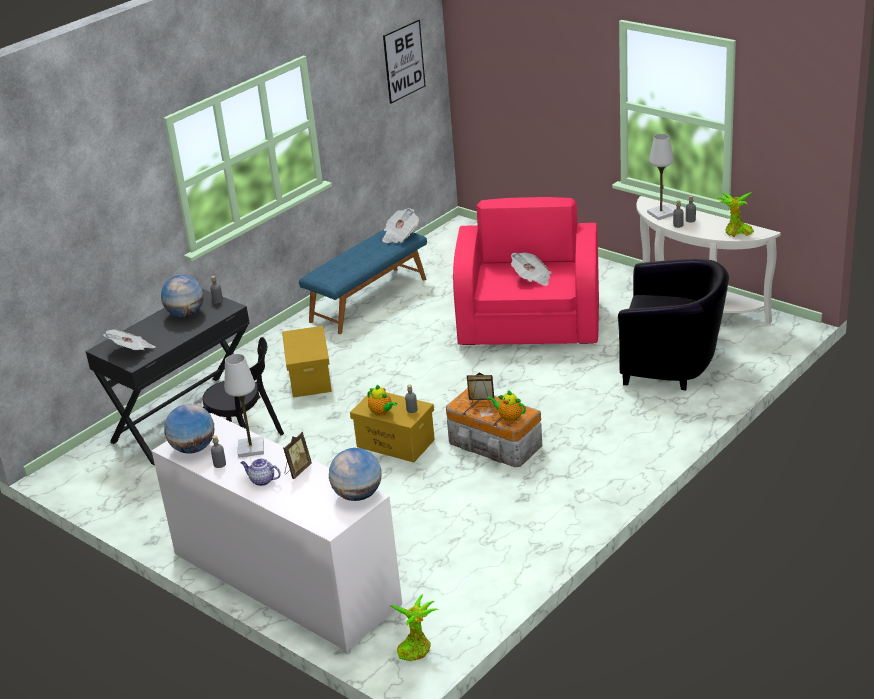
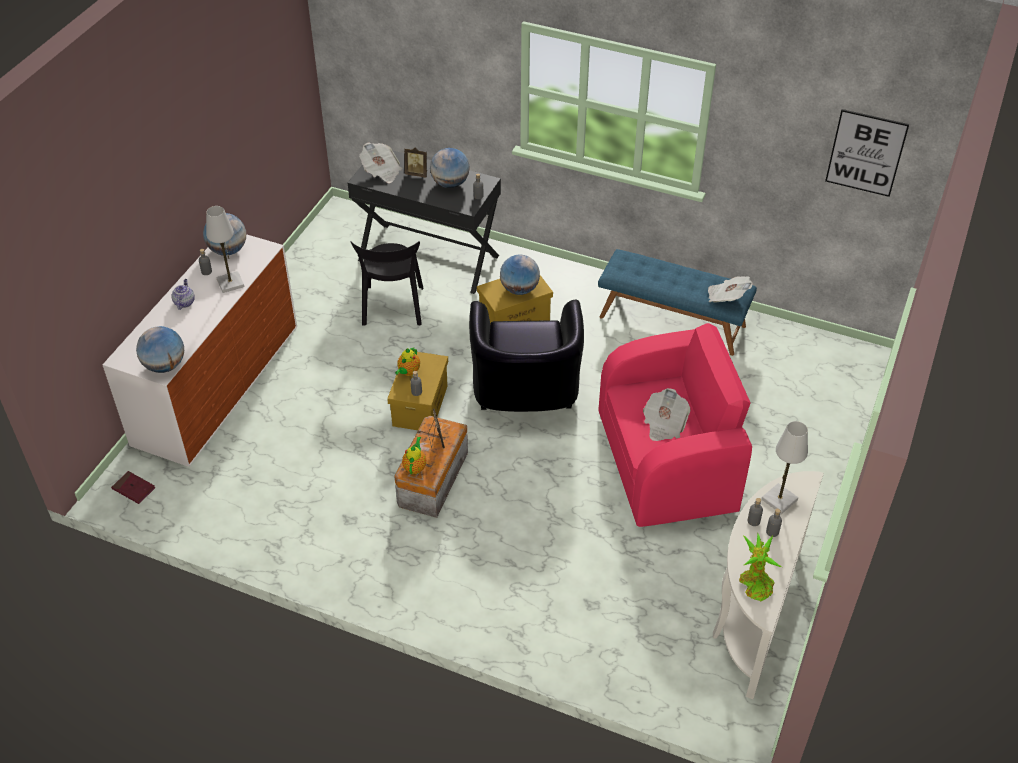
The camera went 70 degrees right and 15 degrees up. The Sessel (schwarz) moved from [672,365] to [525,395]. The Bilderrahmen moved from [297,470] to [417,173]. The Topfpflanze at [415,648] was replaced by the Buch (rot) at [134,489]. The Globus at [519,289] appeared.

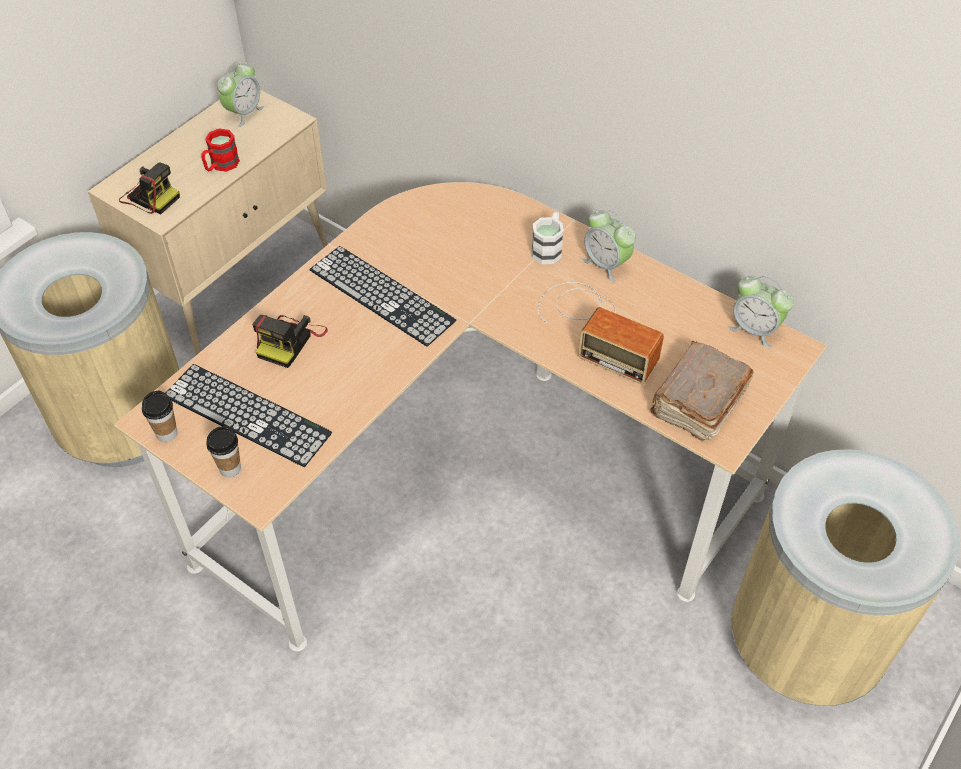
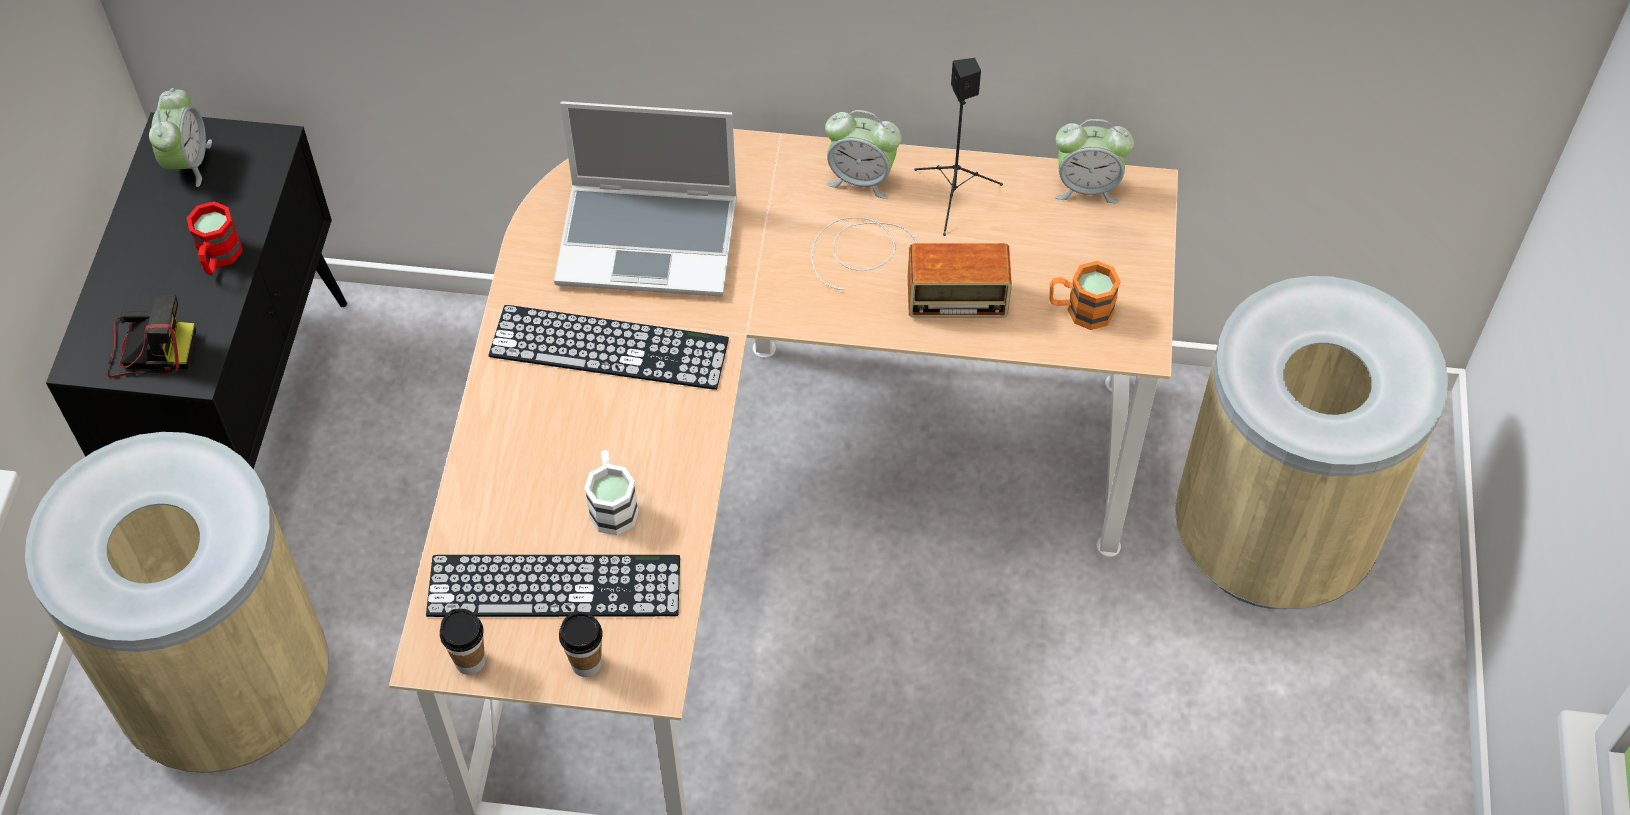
The camera went 30 degrees left and 5 degrees up. The Schrank (beige) at [239,284] became the Schrank (schwarz) at [247,413]. The Henkelbecher (weiß) moved from [548,248] to [612,504]. The Kamera at [290,341] disappeared. The Buch (braun) at [697,402] was replaced by the Henkelbecher (orange) at [1080,310]. The Lautsprecher (schwarz) at [954,197] appeared. The Laptop at [650,240] appeared.

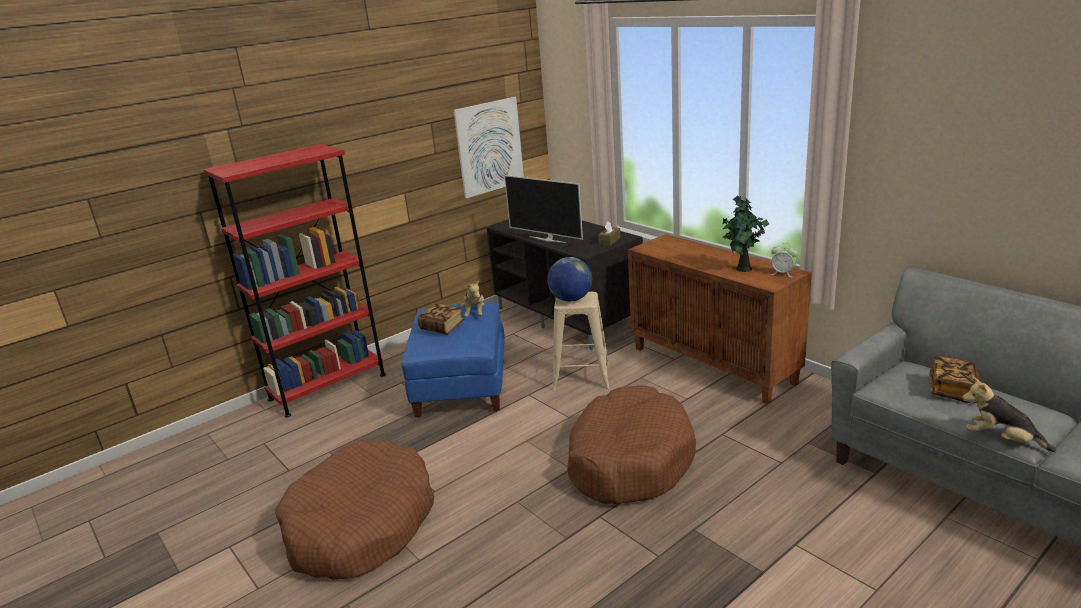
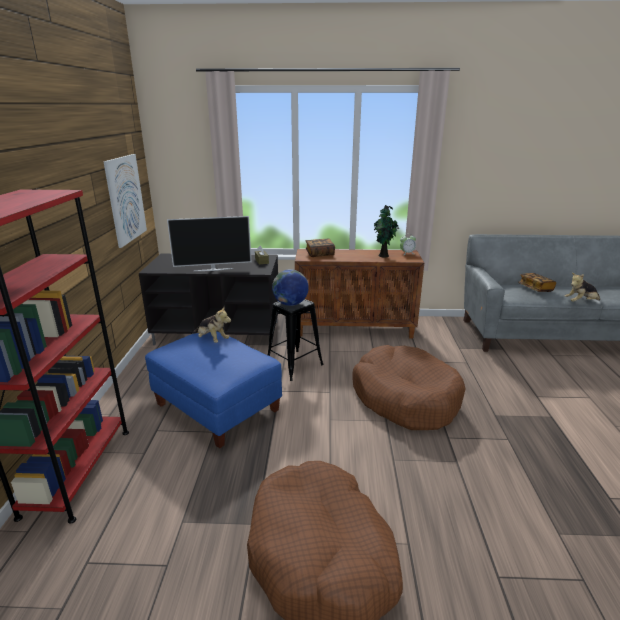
The camera went 50 degrees left and 0 degrees up. The Hocker (beige) at [581,377] became the Hocker (schwarz) at [294,365]. The Buch moved from [442,327] to [320,254].

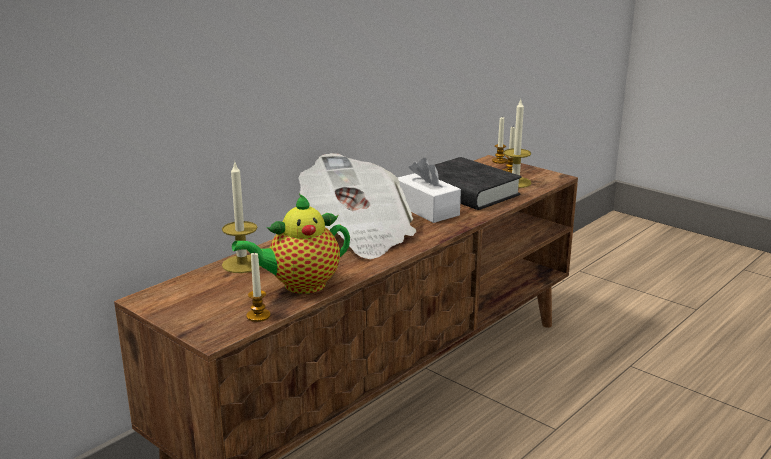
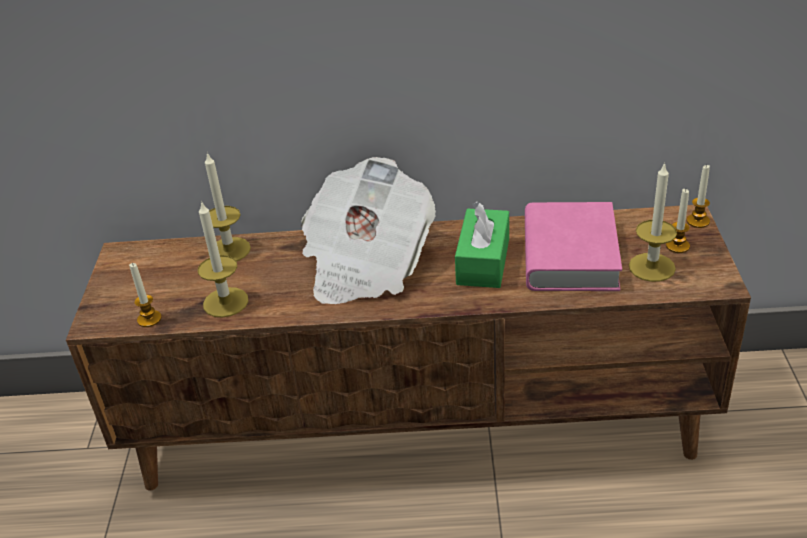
The camera went 50 degrees right and 15 degrees up. The Buch (schwarz) at [467,192] became the Buch (rosa) at [569,255]. The Taschentuchbox (weiß) at [426,209] became the Taschentuchbox (grün) at [483,261]. The Teekanne at [300,285] was replaced by the Kerze at [225,302].

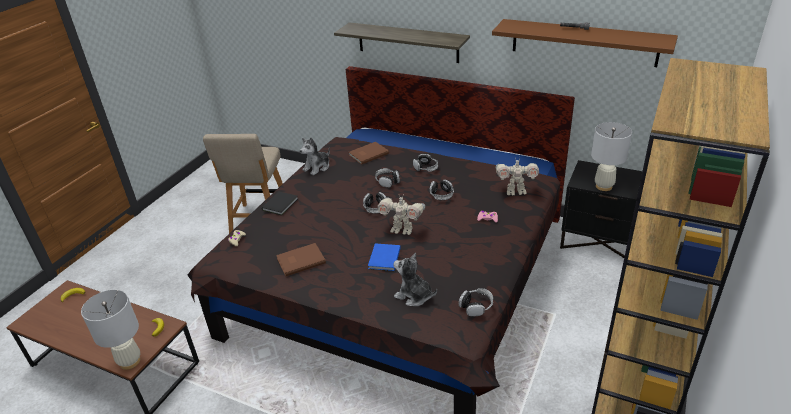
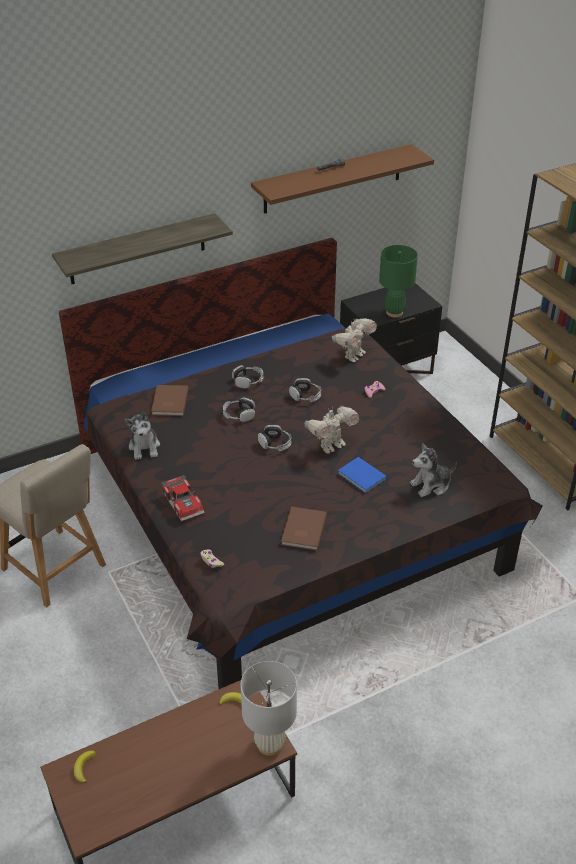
The camera went 55 degrees left and 5 degrees up. The Tischlampe (weiß) at [604,186] became the Tischlampe (grün) at [394,312]. The Buch (schwarz) at [281,204] was replaced by the Spielzeugauto at [184,502]. The Kopfhörer at [476,306] disappeared.

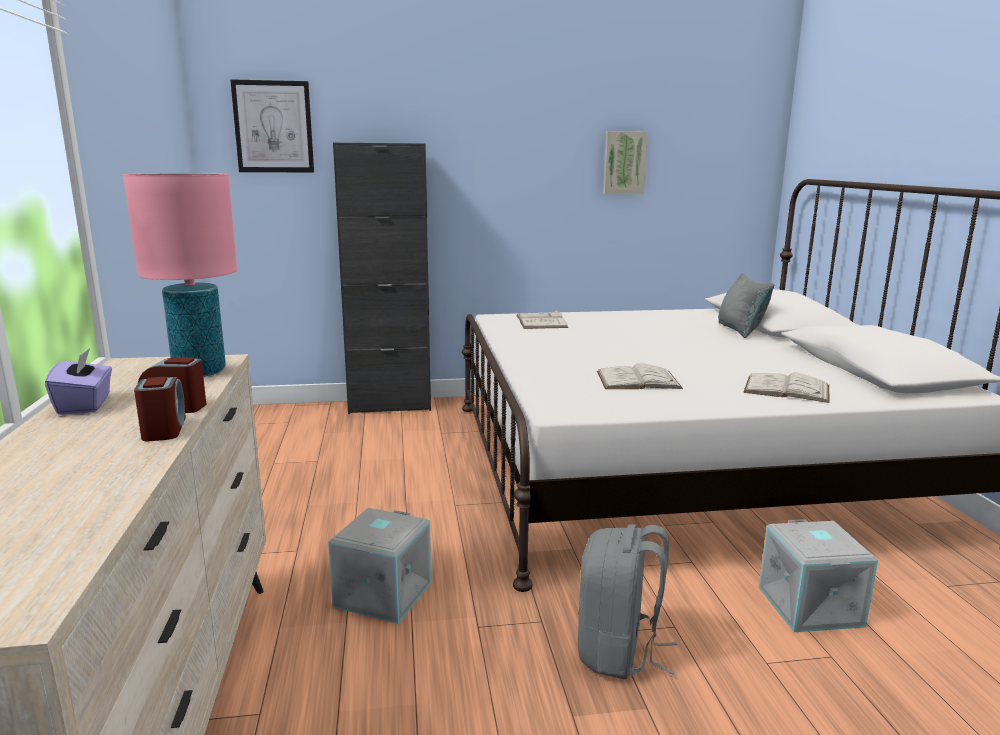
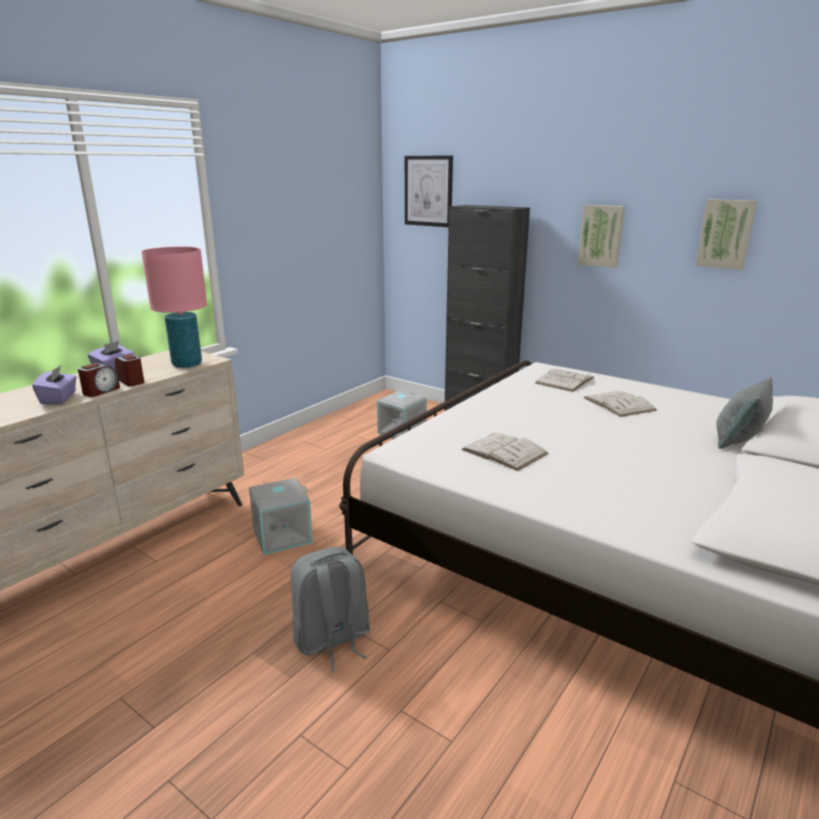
The camera went 45 degrees right and 5 degrees up. The Buch (weiß) moved from [786,389] to [619,404]. The Aufbewahrungsbox (grau) moved from [812,607] to [402,432]. The Bild at [601,235] appeared. The Taschentuchbox (lila) at [59,398] appeared.

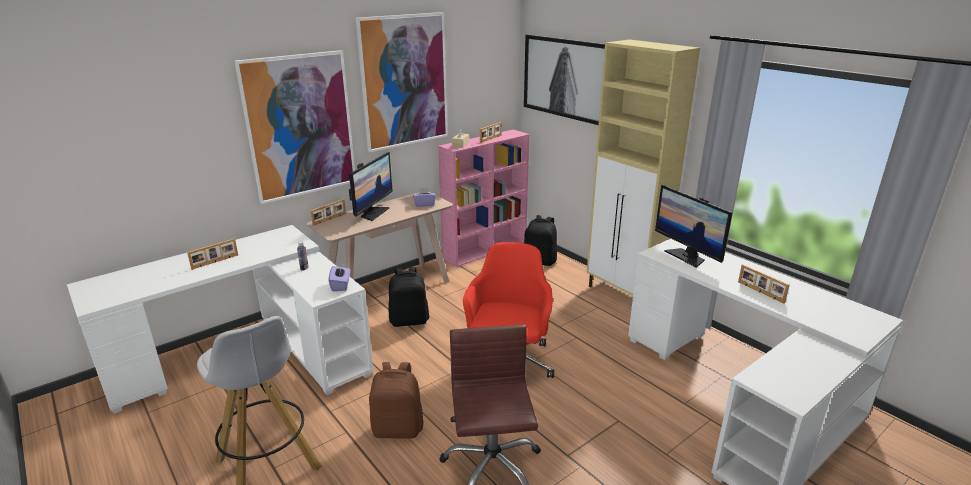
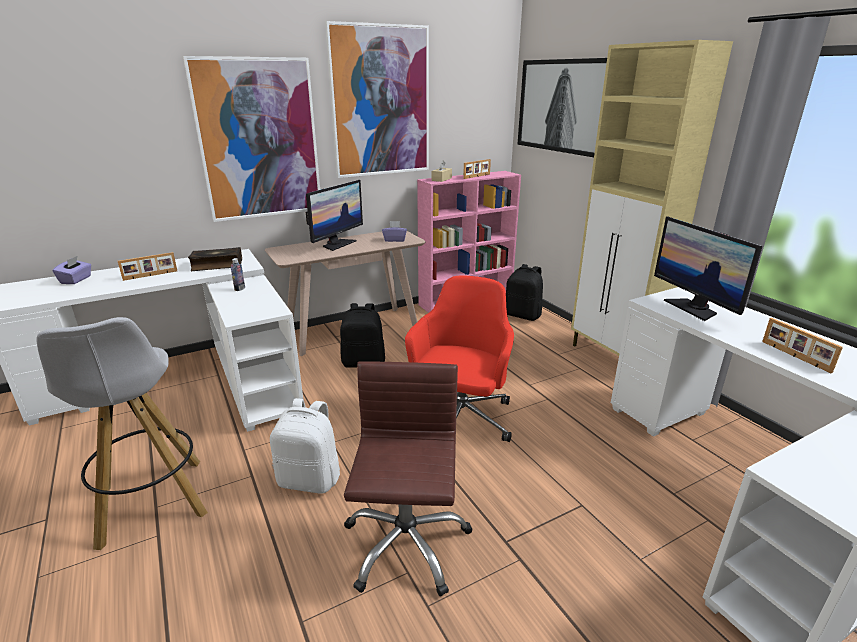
The camera went 10 degrees right and 0 degrees up. The Bilderrahmen at [330,219] disappeared. The Taschentuchbox (lila) moved from [341,285] to [76,280]. The Rucksack (braun) at [398,428] became the Rucksack (weiß) at [310,479]. The Buch at [217,265] appeared.

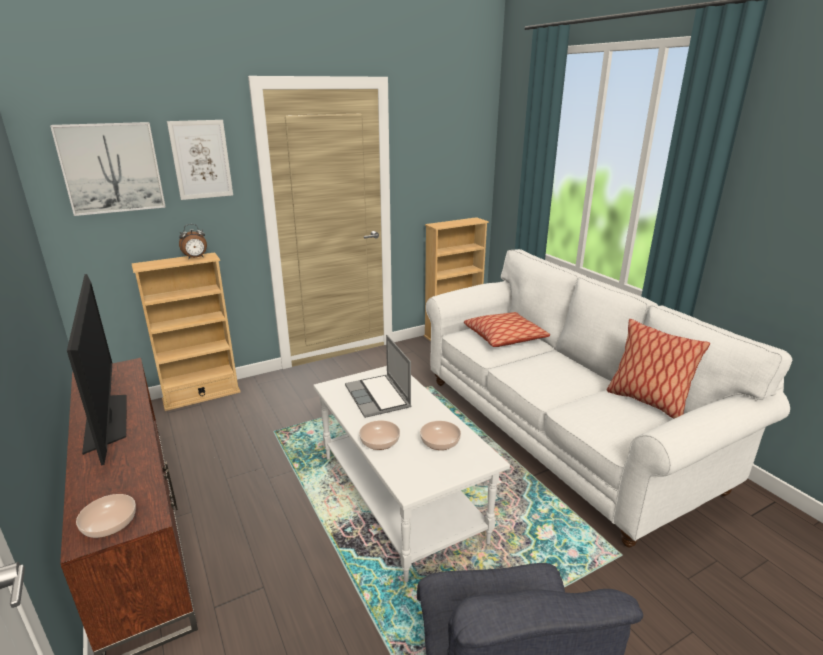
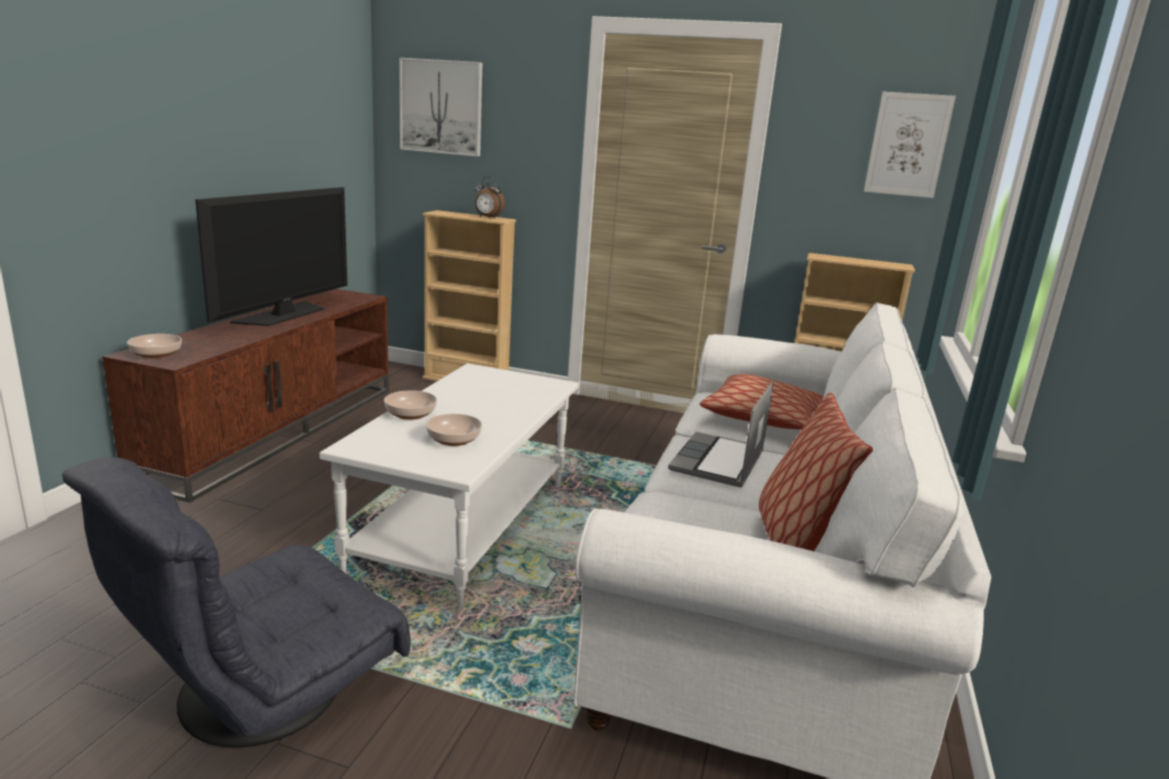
The camera went 45 degrees right and 5 degrees down. The Bild moved from [201,160] to [908,145]. The Laptop moved from [379,397] to [718,463].

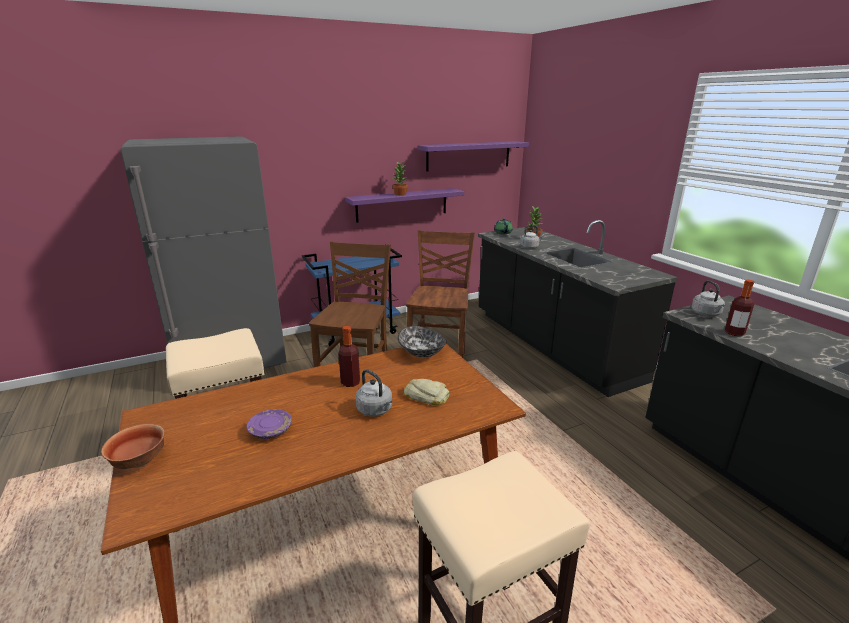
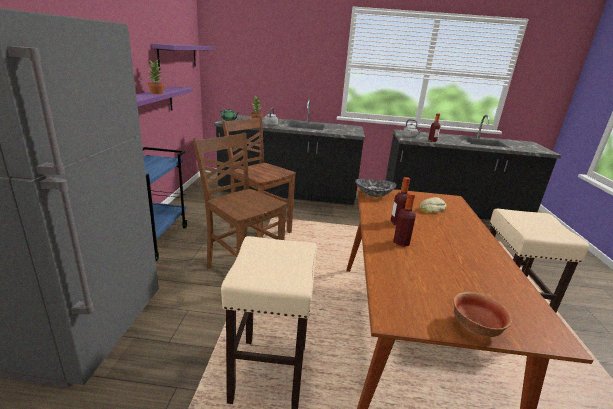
The camera went 60 degrees left and 0 degrees up. The Wasserkessel (grau) at [376,410] disappeared. The Teller (lila) at [271,430] disappeared. The Flasche at [401,243] appeared.

